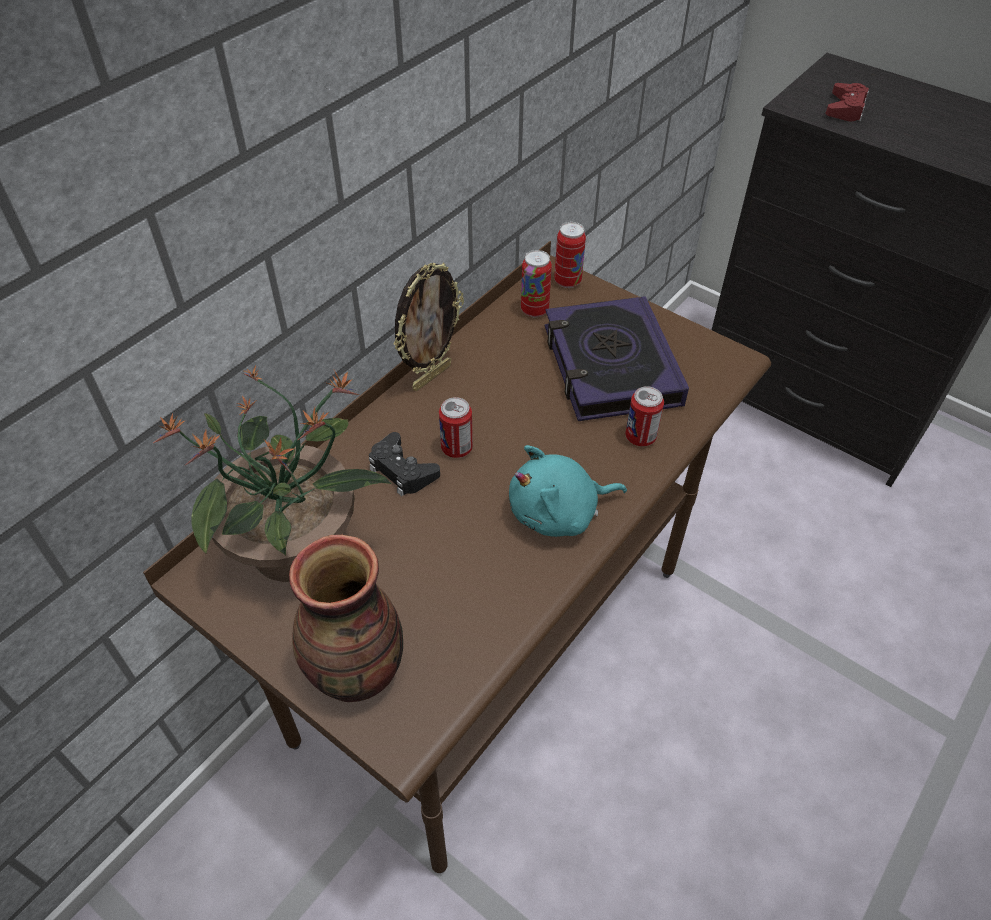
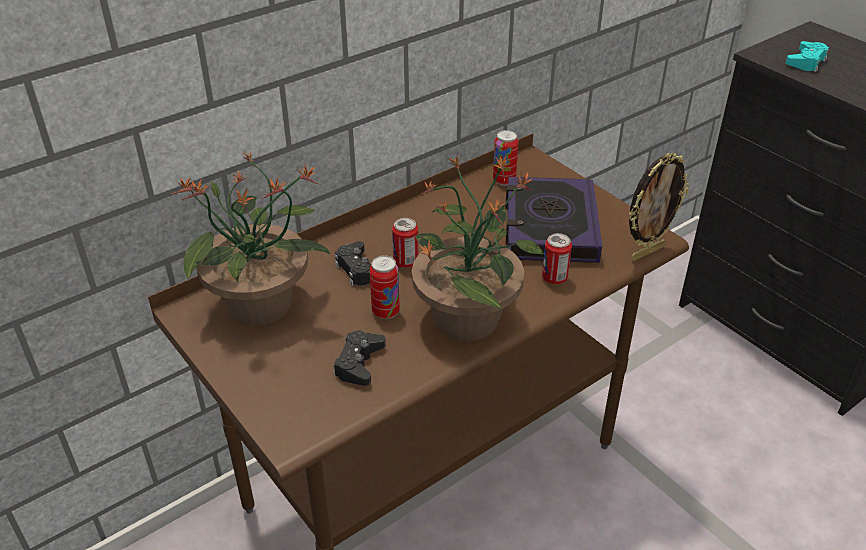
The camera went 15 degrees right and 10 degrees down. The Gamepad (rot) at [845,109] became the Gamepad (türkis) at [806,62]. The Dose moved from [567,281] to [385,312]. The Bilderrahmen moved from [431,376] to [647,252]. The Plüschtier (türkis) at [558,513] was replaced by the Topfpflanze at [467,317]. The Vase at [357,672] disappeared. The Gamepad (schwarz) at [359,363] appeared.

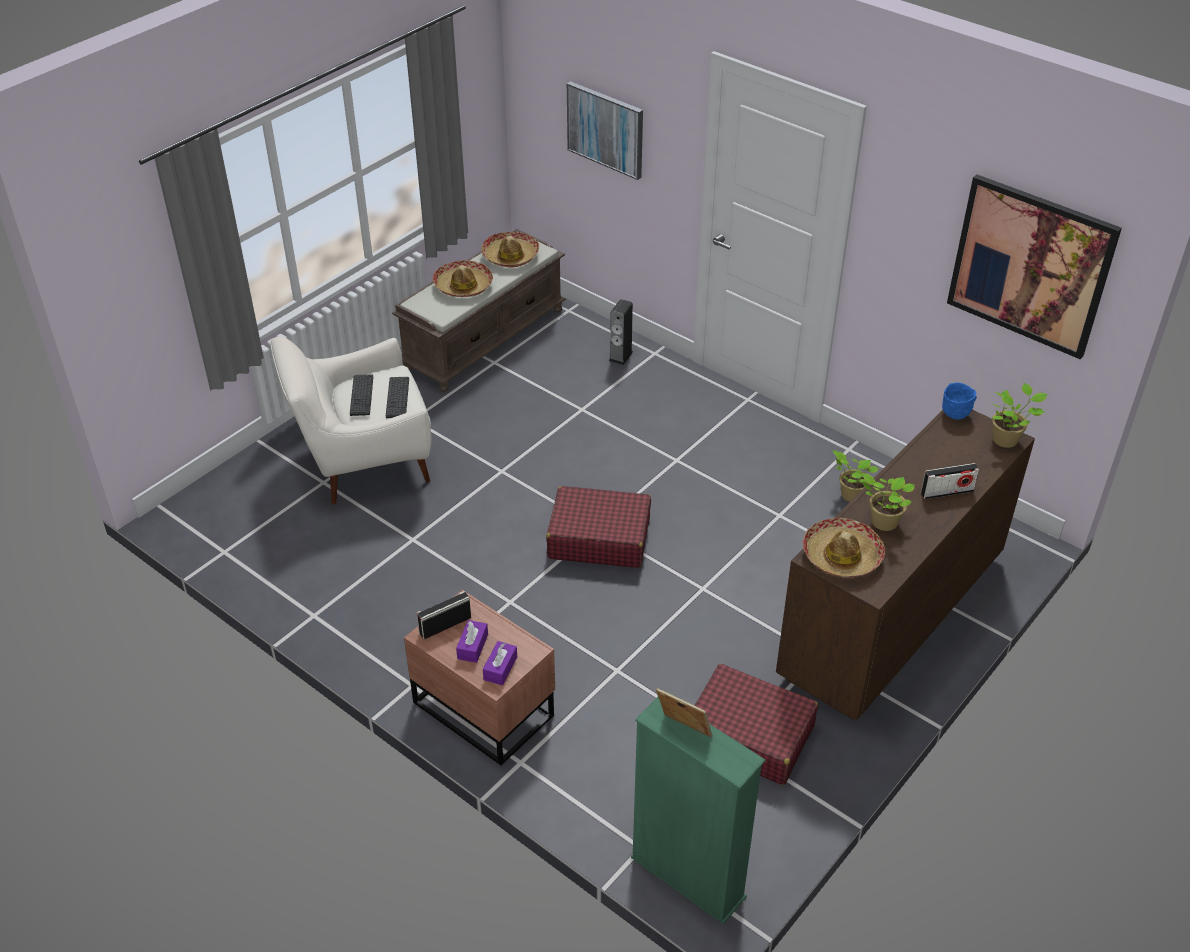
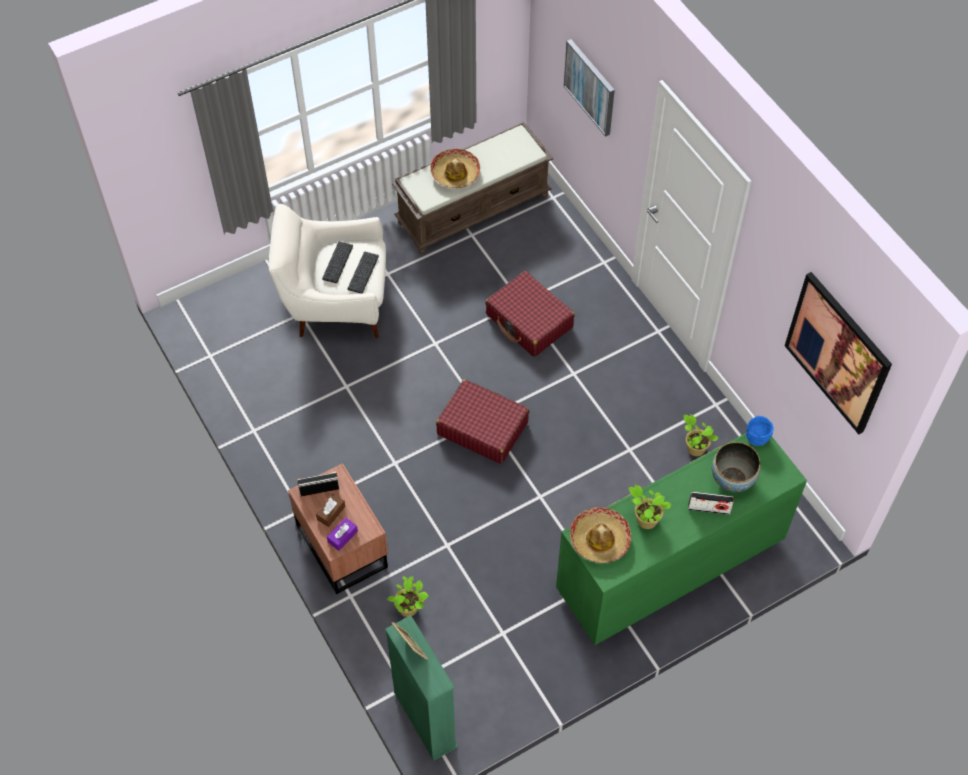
The camera went 20 degrees right and 15 degrees up. The Hut at [510,256] disappeared. The Lautsprecher at [620,356] disappeared. The Topfpflanze moved from [1007,439] to [409,608]. The Kommode (braun) at [890,617] became the Kommode (grün) at [668,567]. The Taschentuchbox (lila) at [472,646] became the Taschentuchbox (braun) at [331,513]. The Koffer (rot) moved from [750,736] to [529,321]. The Schüssel at [732,480] appeared.

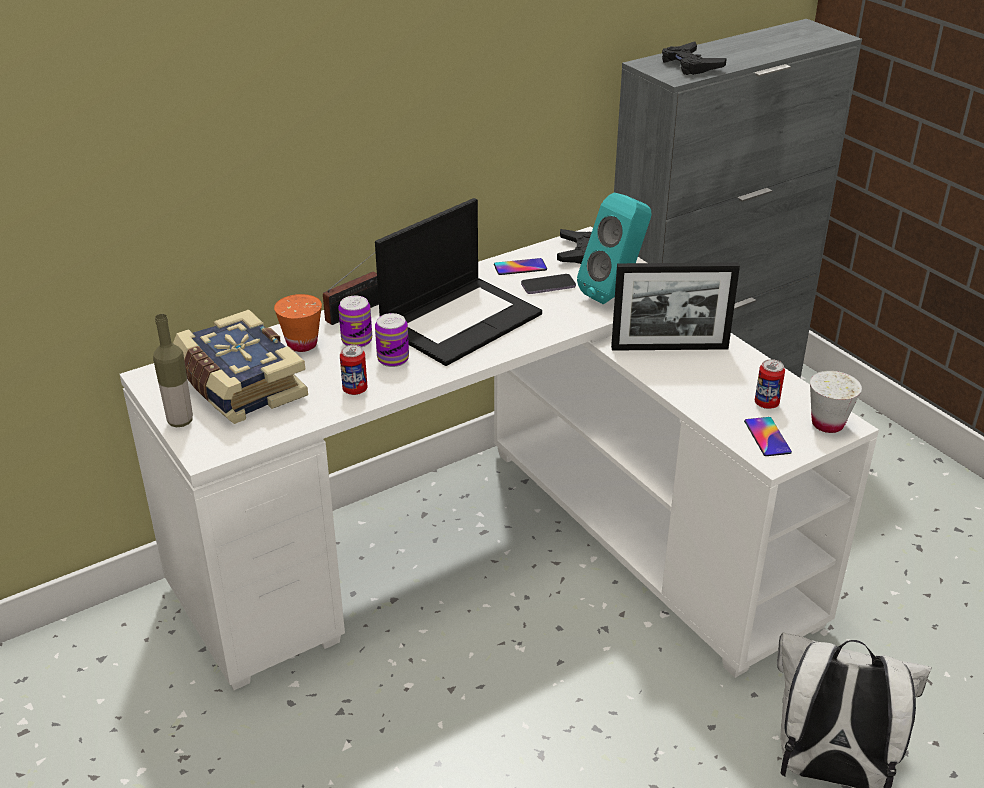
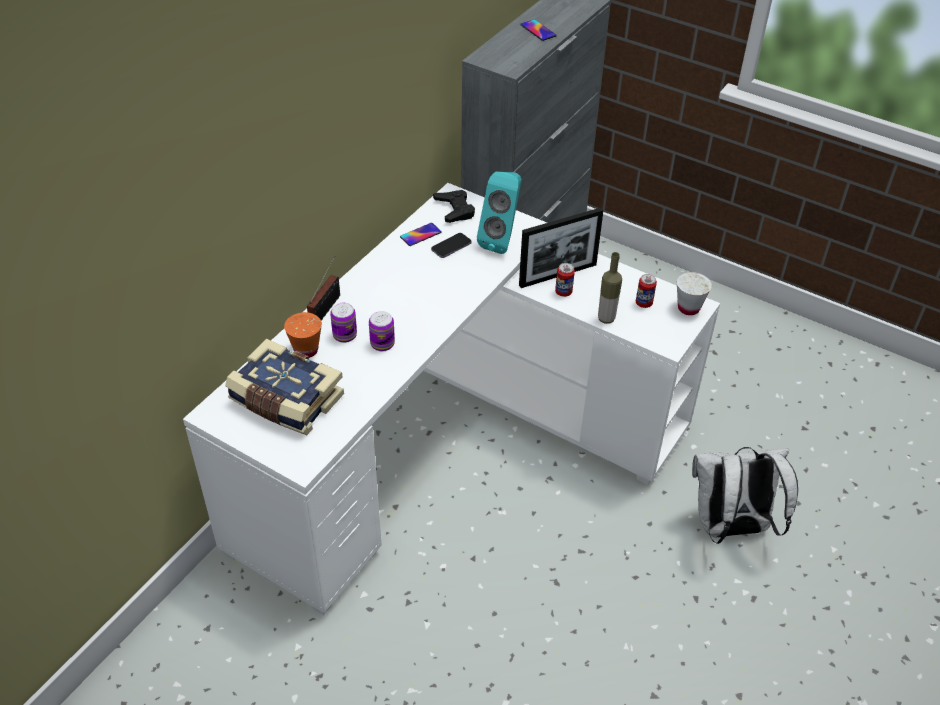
The camera went 25 degrees left and 10 degrees up. The Gamepad (schwarz) at [690,65] disappeared. The Laptop at [461,320] disappeared. The Flasche moved from [180,421] to [606,318]. The Dose moved from [355,390] to [563,292]. The Handy moved from [767,437] to [538,30].

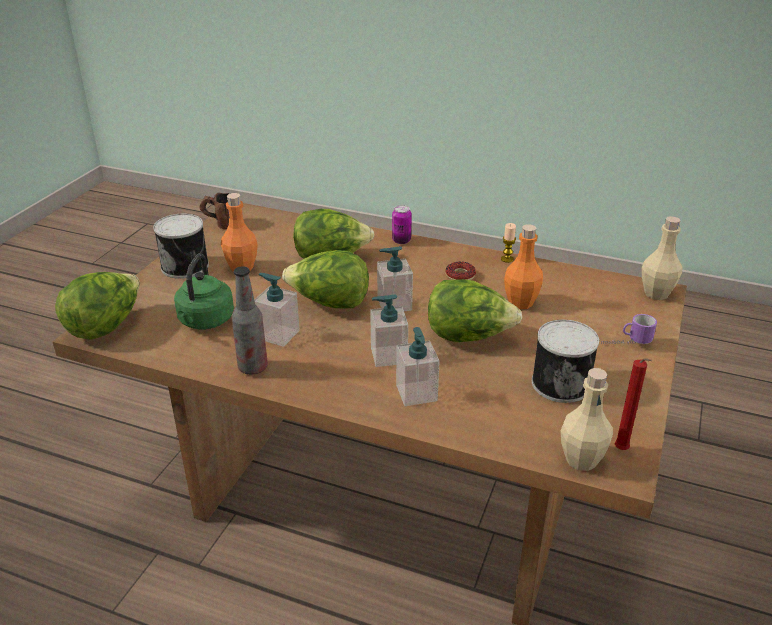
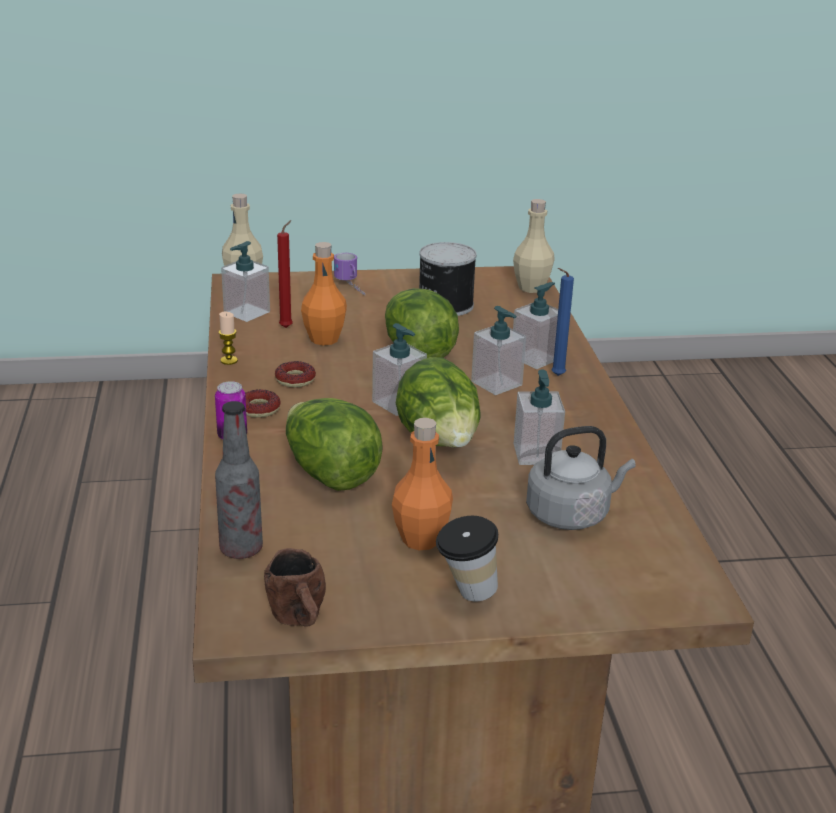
The camera went 120 degrees left and 5 degrees down. The Dose at [186,266] was replaced by the Tasse at [465,594]. The Wasserkessel (grün) at [205,321] became the Wasserkessel (grau) at [571,514]. The Flasche moved from [253,367] to [241,549]. The Salatkopf at [105,326] disappeared. The Kerze (rot) moved from [622,451] to [287,327]. The Seifenspender at [246,312] appeared. The Kerze (blau) at [555,376] appeared. The Donut at [259,409] appeared.

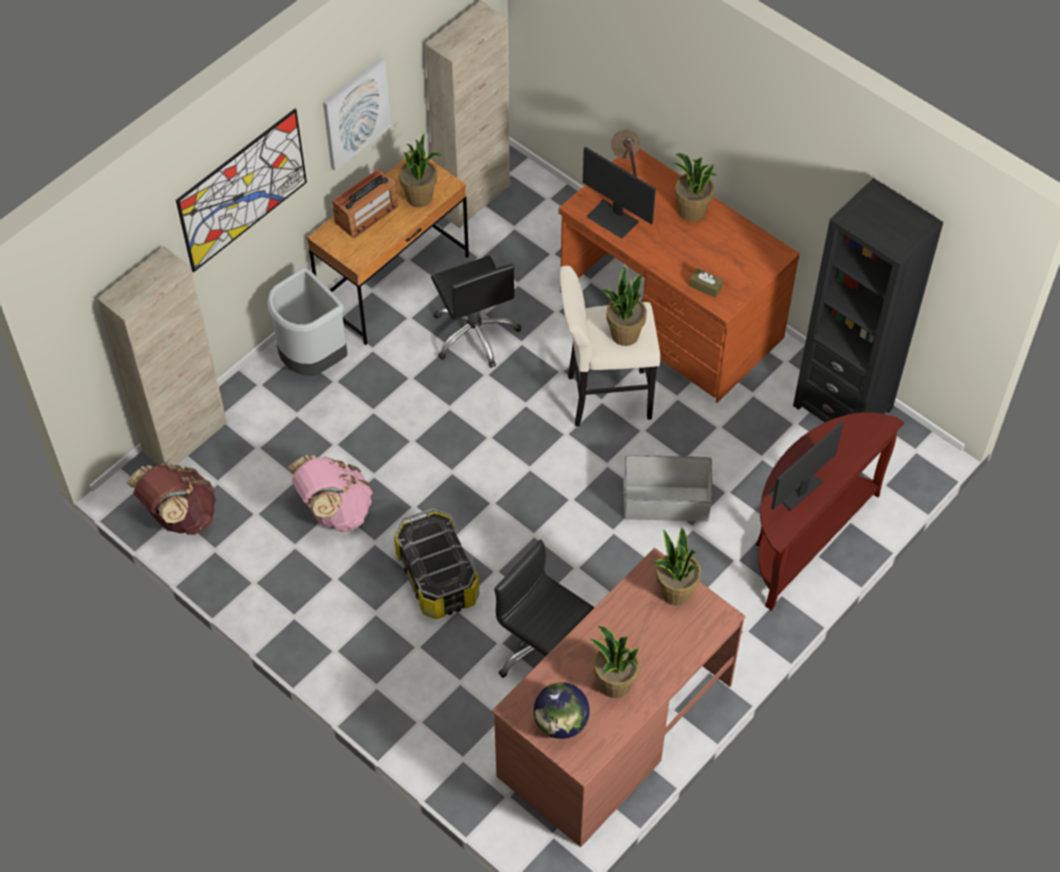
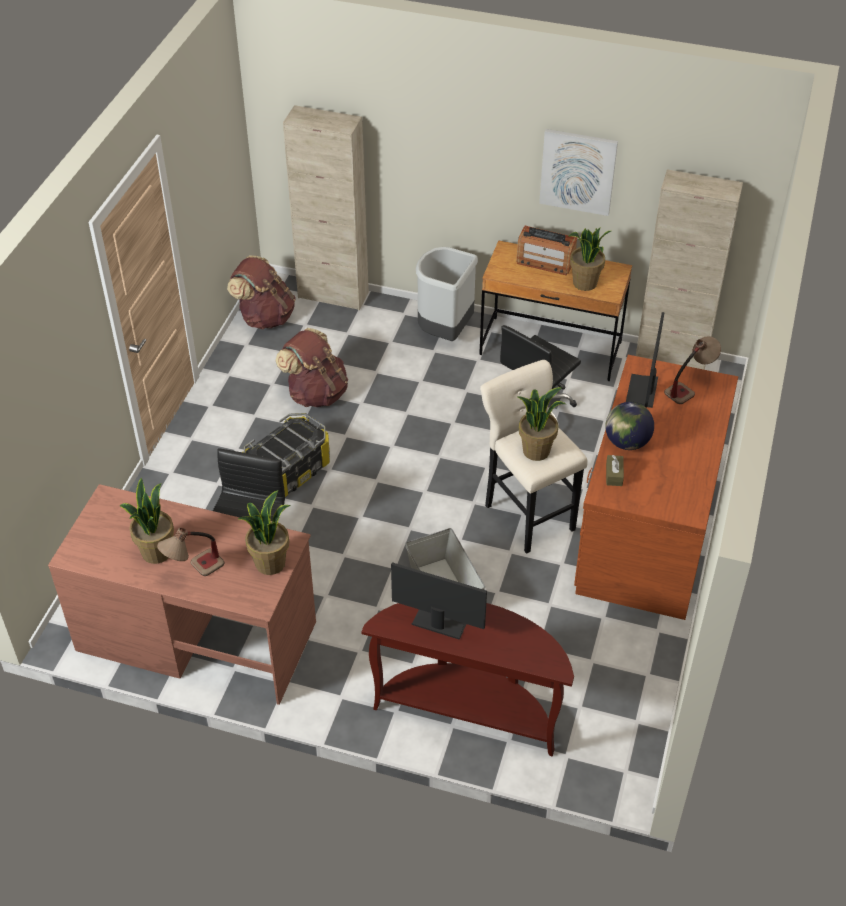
The camera went 65 degrees right and 10 degrees down. The Bild at [243,190] disappeared. The Topfpflanze at [691,212] disappeared. The Bücherregal (schwarz) at [843,407] disappeared. The Rucksack (rosa) at [334,510] became the Rucksack (braun) at [316,393]. The Globus moved from [560,722] to [626,442]. The Tischlampe at [194,572] appeared.

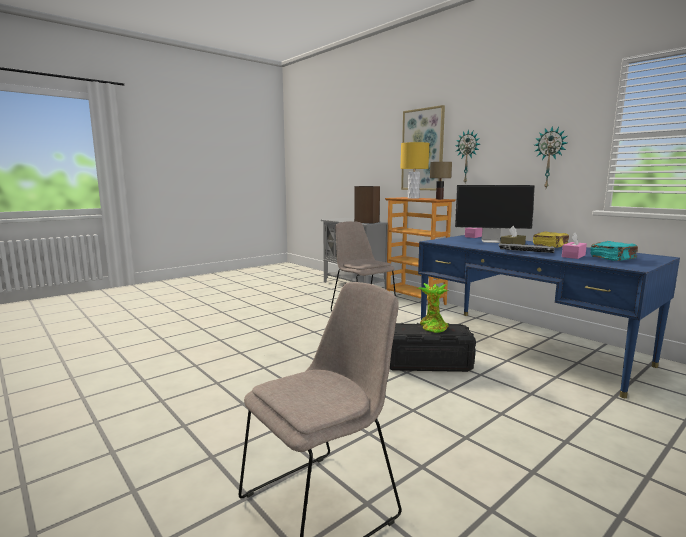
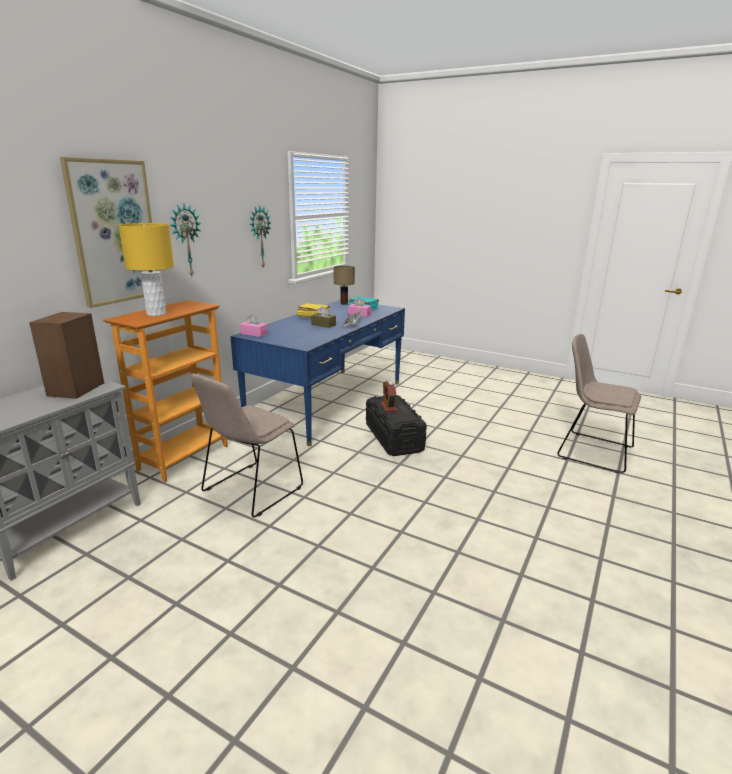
The camera went 110 degrees left and 10 degrees up. The Tischlampe moved from [439,199] to [344,304]. The Monitor at [492,241] disappeared. The Topfpflanze at [432,327] was replaced by the Wecker at [388,407].

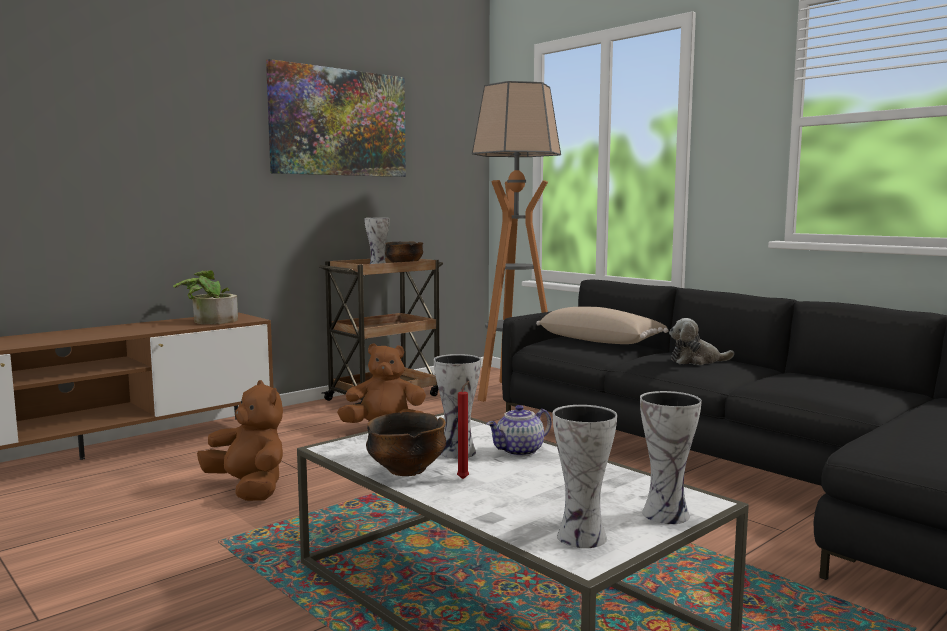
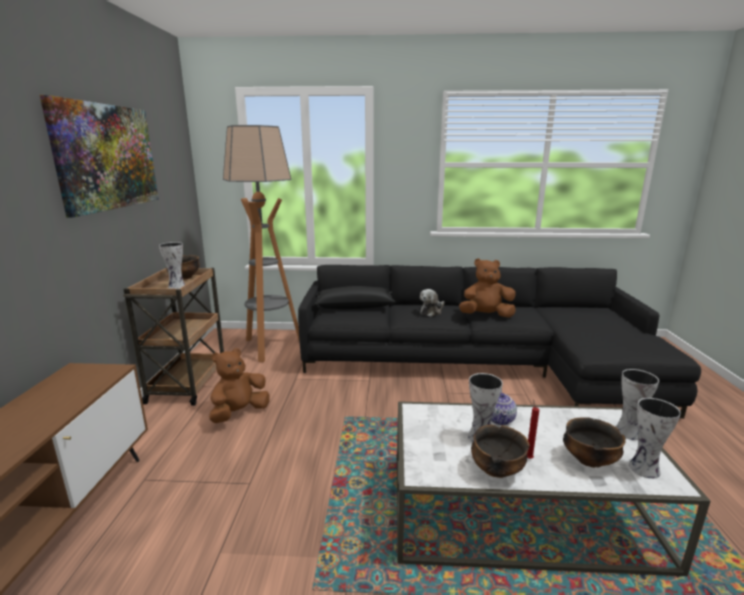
The camera went 45 degrees left and 10 degrees up. The Topfpflanze at [209,321] disappeared. The Kissen (beige) at [600,341] became the Kissen (schwarz) at [355,307]. The Plüschtier (braun) moved from [249,489] to [486,315]. The Schüssel at [589,460] appeared.

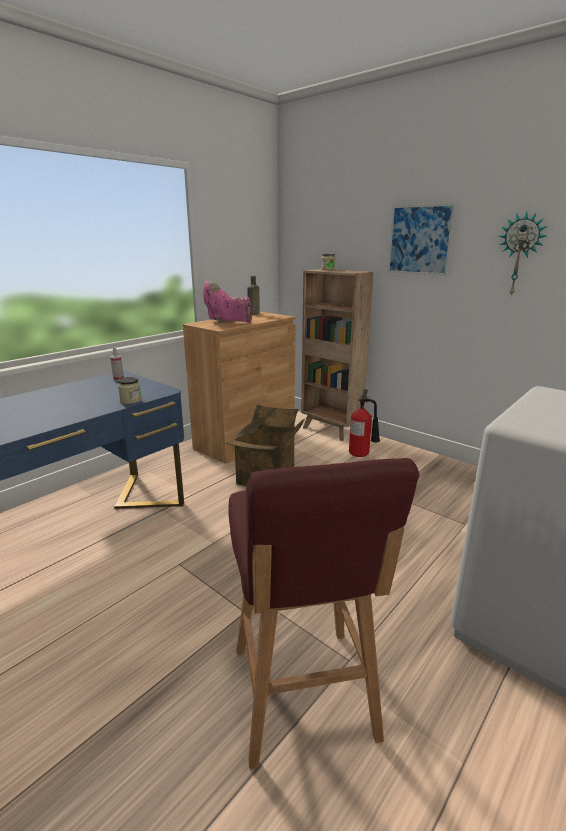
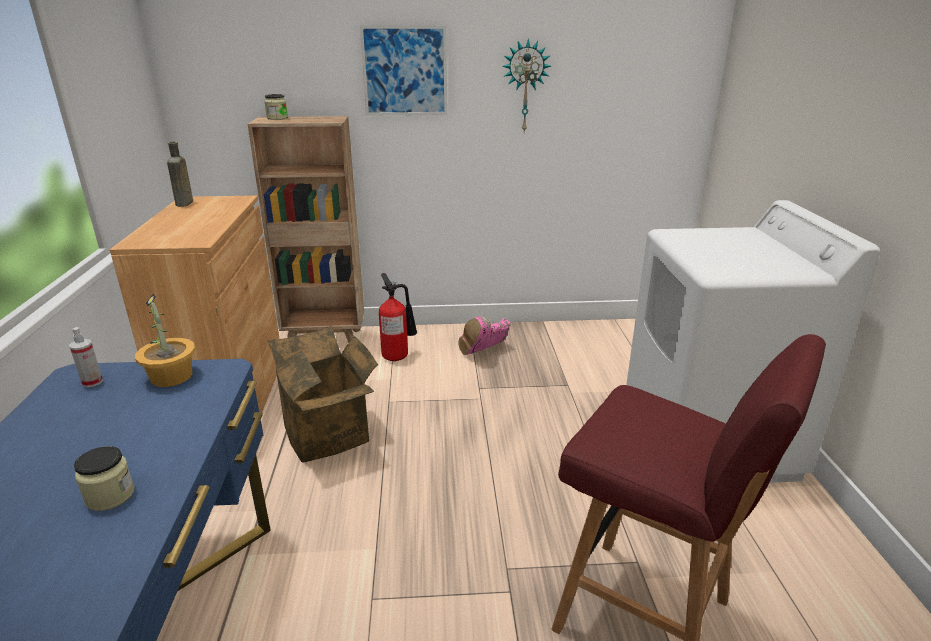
The camera went 45 degrees left and 5 degrees up. The Stiefel (rosa) moved from [227,323] to [484,353]. The Vorratsglas moved from [131,400] to [110,496]. The Topfpflanze at [172,376] appeared.

